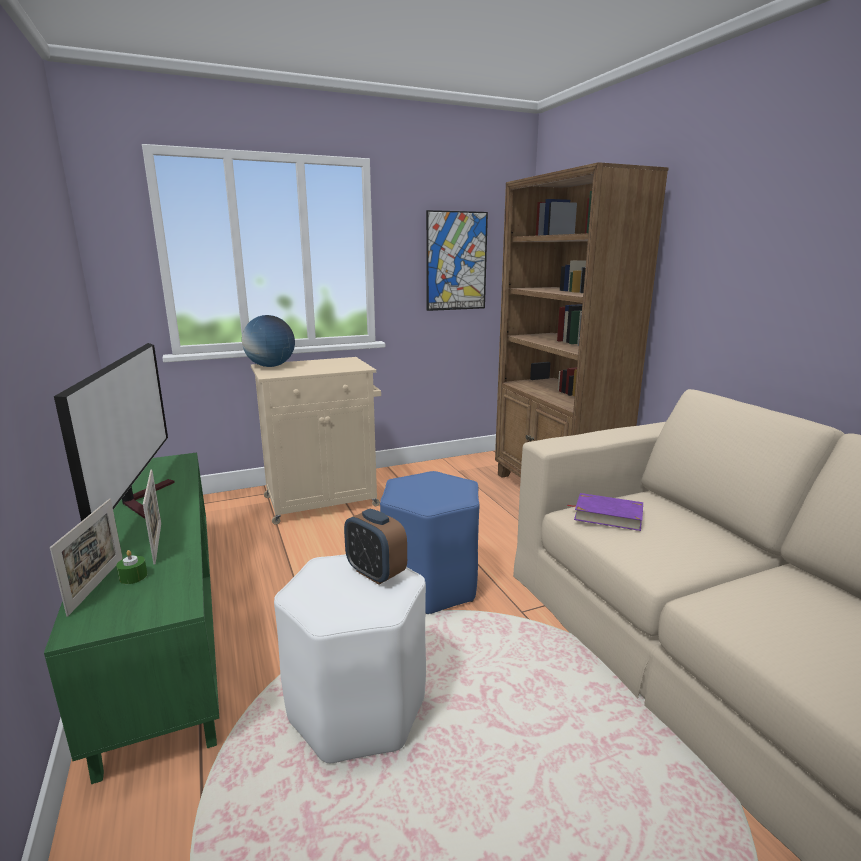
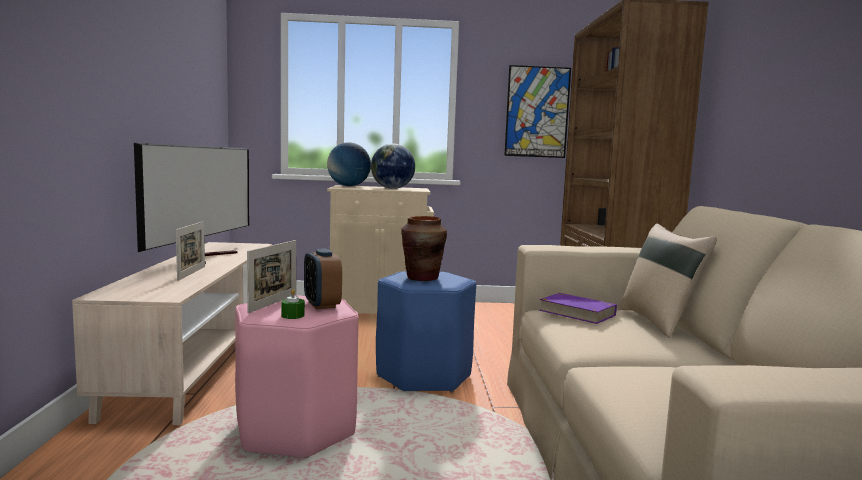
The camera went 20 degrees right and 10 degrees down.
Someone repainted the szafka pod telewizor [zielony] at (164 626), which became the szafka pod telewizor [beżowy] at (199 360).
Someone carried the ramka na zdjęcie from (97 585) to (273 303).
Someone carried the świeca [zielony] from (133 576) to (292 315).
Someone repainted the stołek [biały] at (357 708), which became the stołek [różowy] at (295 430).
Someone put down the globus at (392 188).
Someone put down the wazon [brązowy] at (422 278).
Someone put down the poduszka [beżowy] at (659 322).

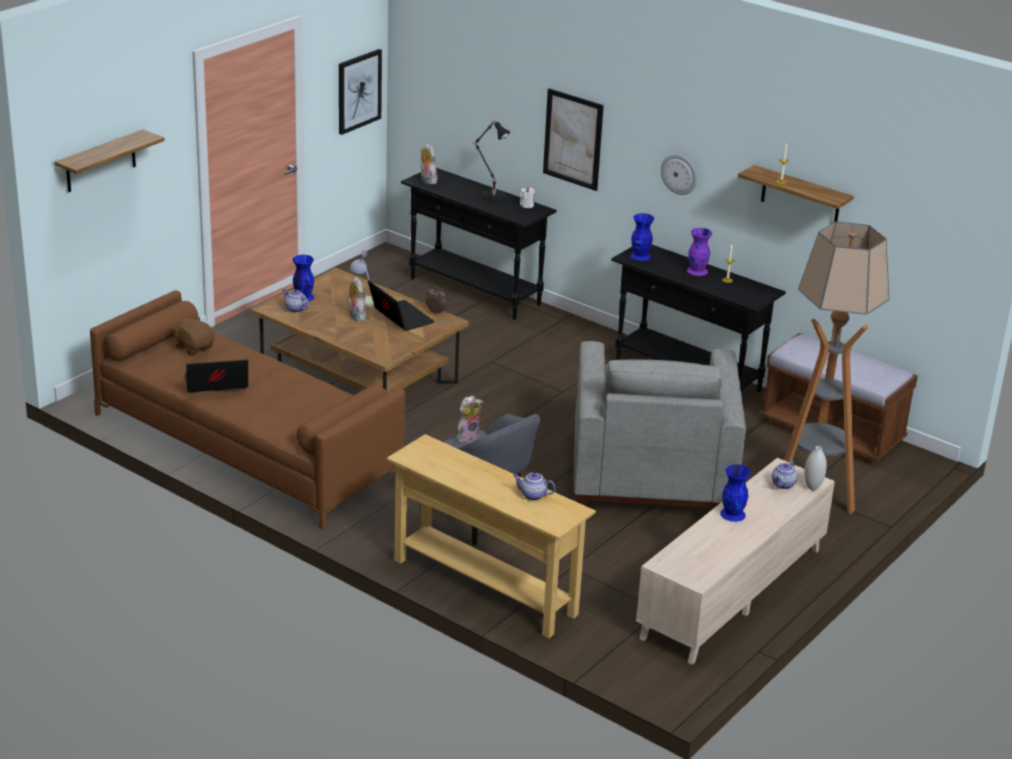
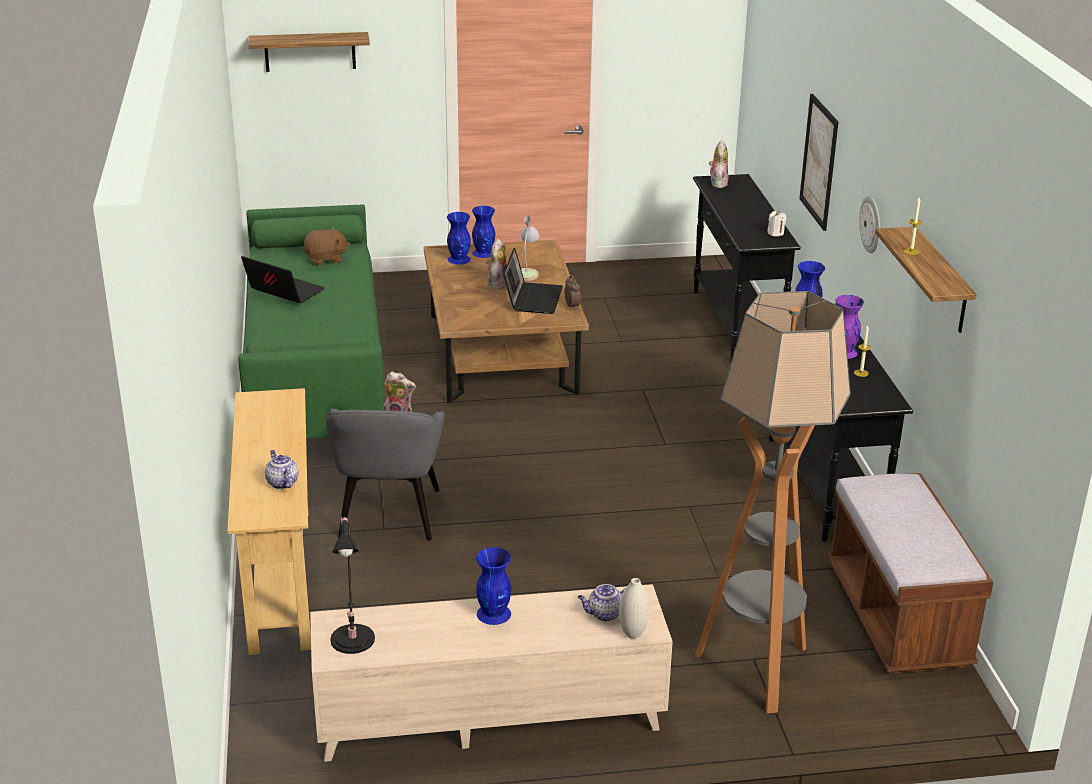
The camera went 45 degrees right and 0 degrees up.
Someone took away the obraz at (359 91).
Someone carried the lampa stołowa [czarny] from (492 195) to (353 637).
Someone swapped the imbryk at (295 309) for the wazon [niebieski] at (458 259).
Someone repainted the kanapa [brązowy] at (246 445), which became the kanapa [zielony] at (315 368).
Someone rotated the pluszak [brązowy] at (194 348) by 75 degrees clockwise.
Someone took away the fotel [szary] at (650 474).

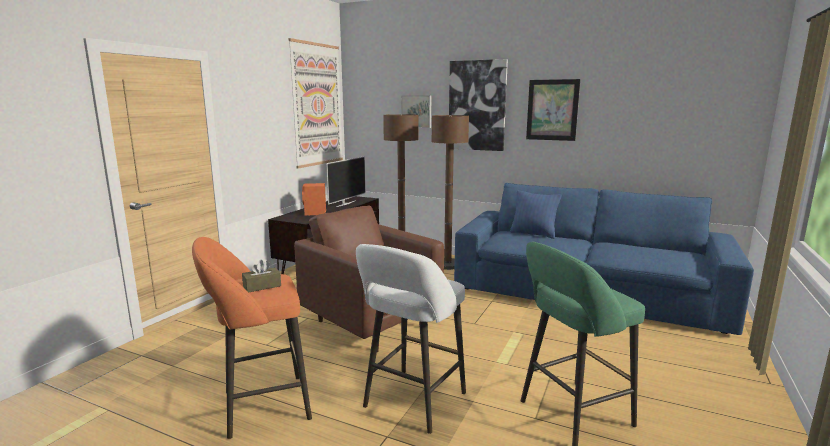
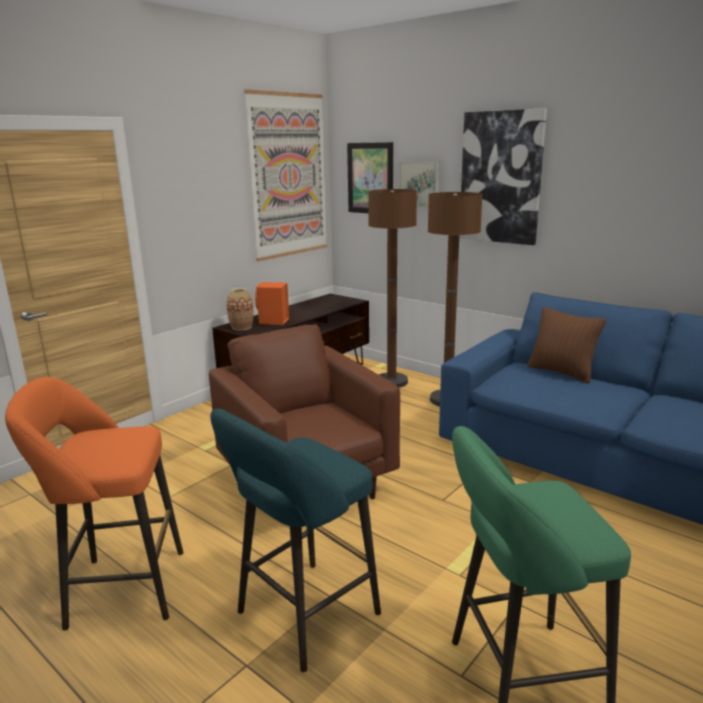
The camera went 15 degrees right and 5 degrees up.
Someone carried the obraz from (552 110) to (370 178).
Someone took away the telewizor at (345 203).
Someone repainted the poduszka [niebieski] at (533 234), which became the poduszka [brązowy] at (561 372).
Someone repainted the stołek [biały] at (412 403), which became the stołek [turkusowy] at (302 617).
Someone took away the pudełko chusteczek [brązowy] at (262 286).
Someone put down the wazon at (241 327).

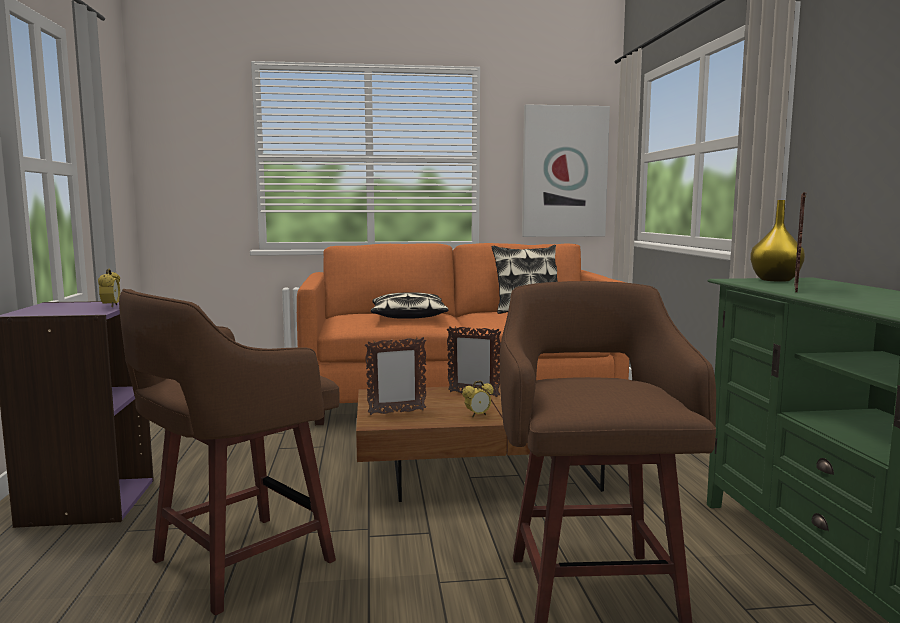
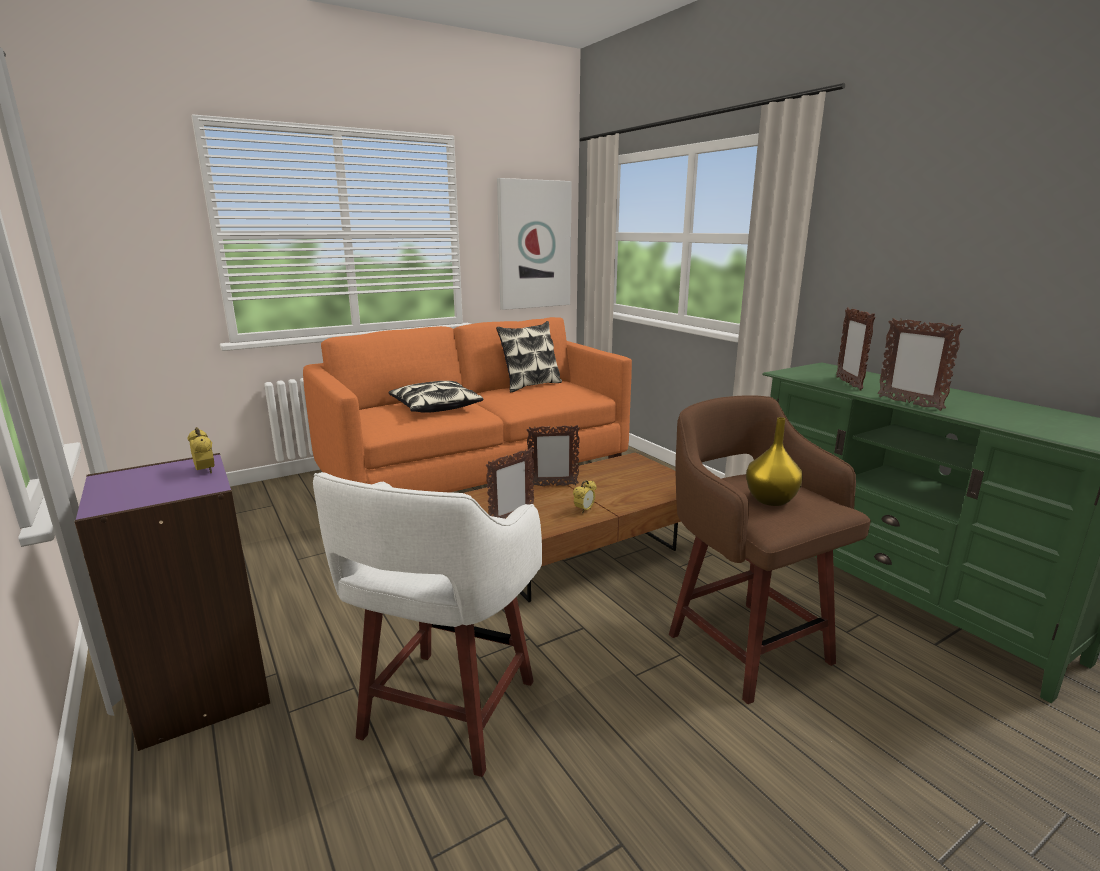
The camera went 25 degrees left and 10 degrees up.
Someone carried the wazon [żółty] from (774 280) to (769 499).
Someone repainted the stołek [brązowy] at (237 563), which became the stołek [biały] at (446 713).
Someone put down the ramka na zdjęcie at (909 403).

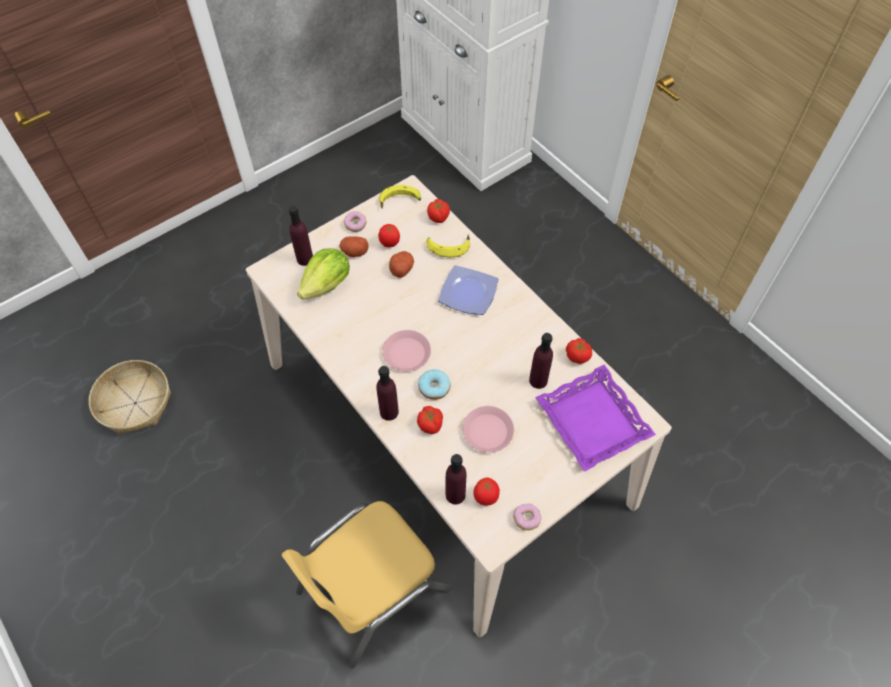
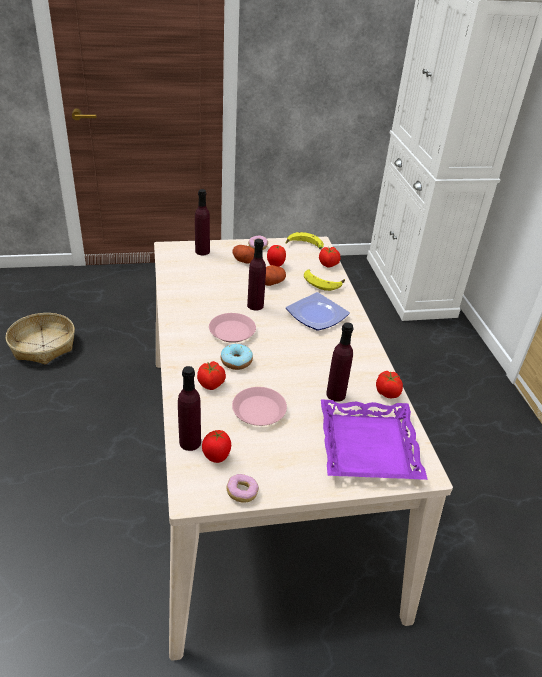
The camera went 25 degrees right and 20 degrees down.
Someone took away the sałata at (327 285).
Someone carried the butelka [fioletowy] from (389 412) to (255 305).
Someone took away the krzesło [żółty] at (372 588).

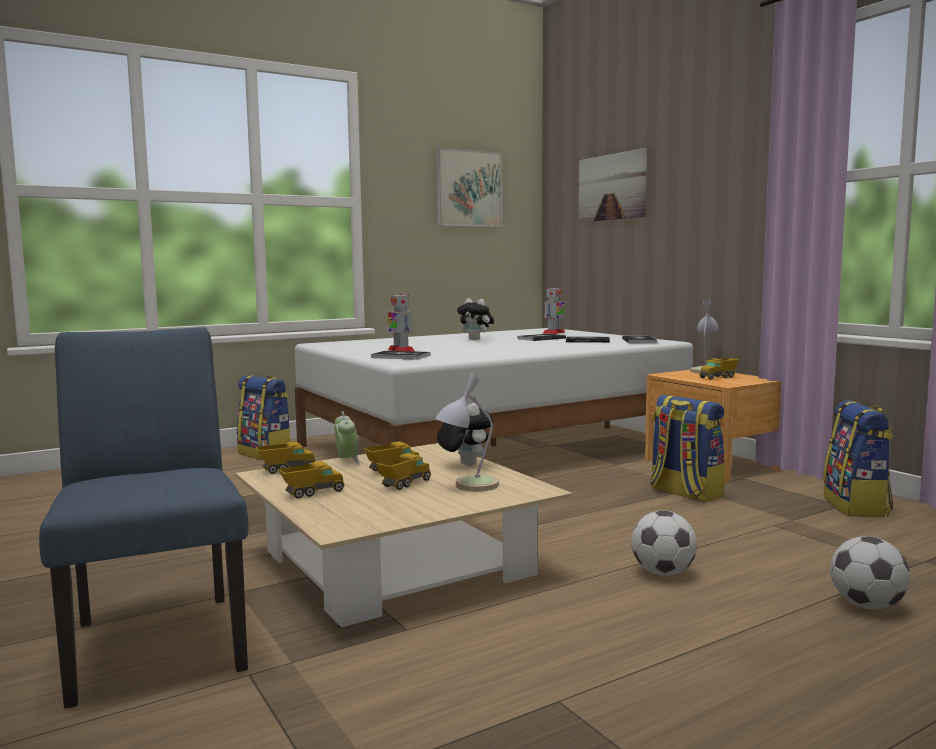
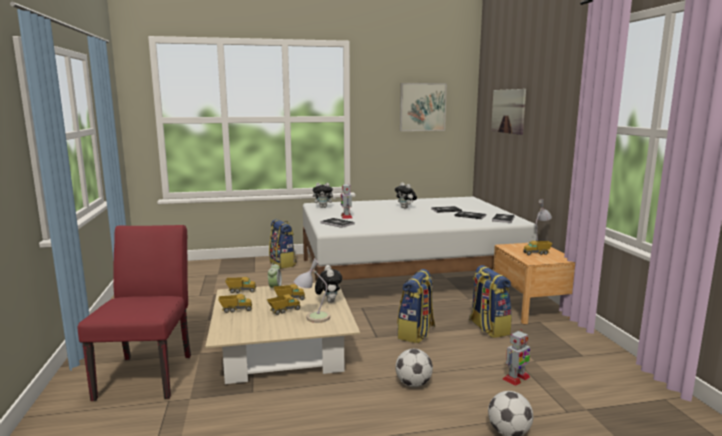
The camera went 20 degrees right and 5 degrees up.
Someone carried the robot zabawkowy from (553 333) to (516 378).
Someone repainted the krzesło [niebieski] at (157 637), which became the krzesło [czerwony] at (149 372).
Someone carried the plecak from (857 507) to (416 333).
Someone put down the pluszak at (323 207).

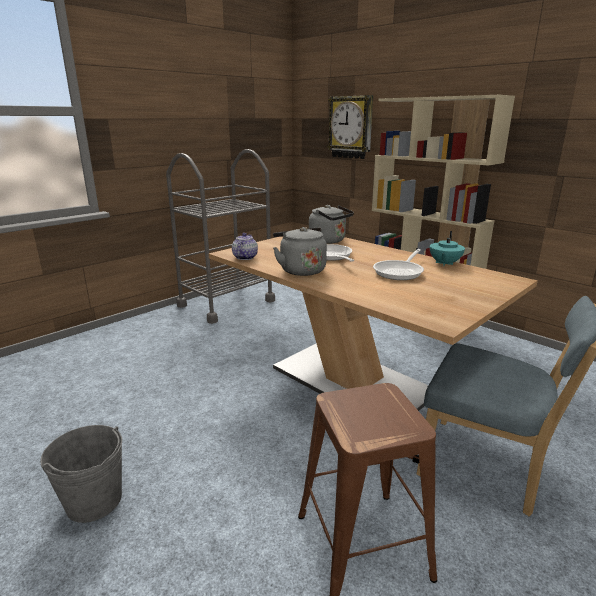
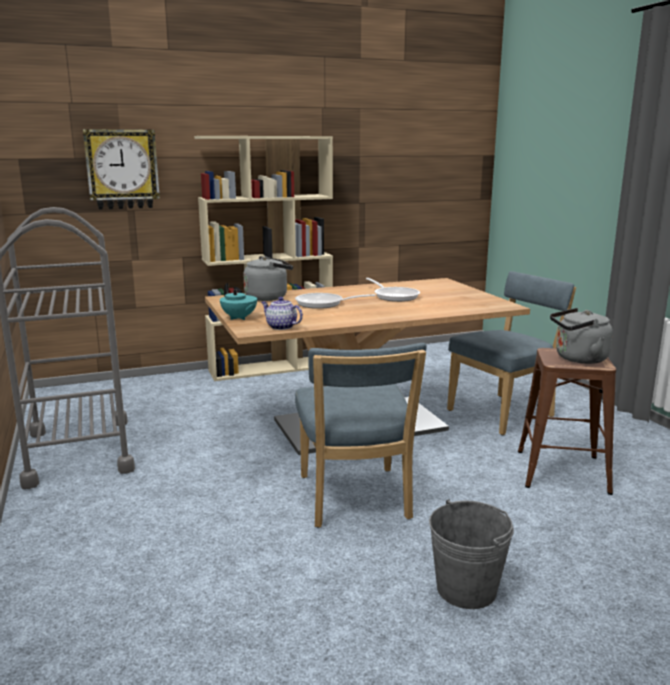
The camera went 65 degrees left and 5 degrees down.
Someone carried the czajnik [szary] from (300 270) to (578 359).
Someone carried the imbryk [turkusowy] from (444 263) to (239 318).
Someone put down the krzesło [niebieski] at (355 500).

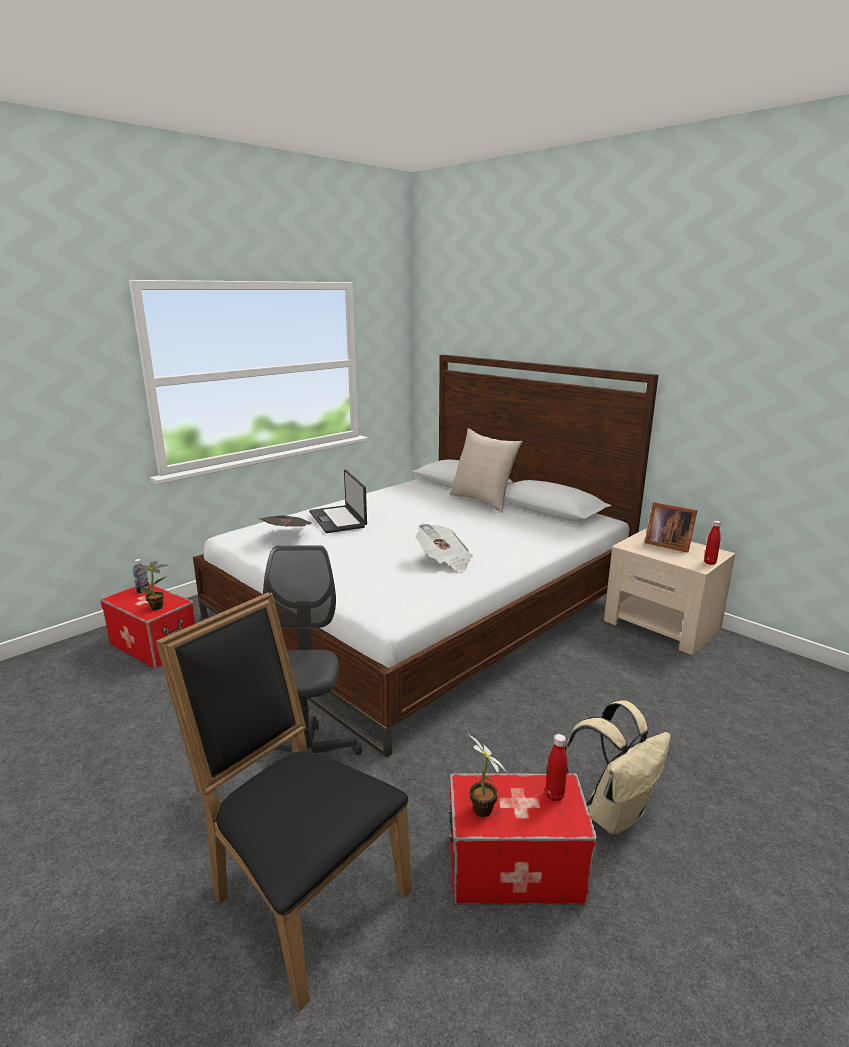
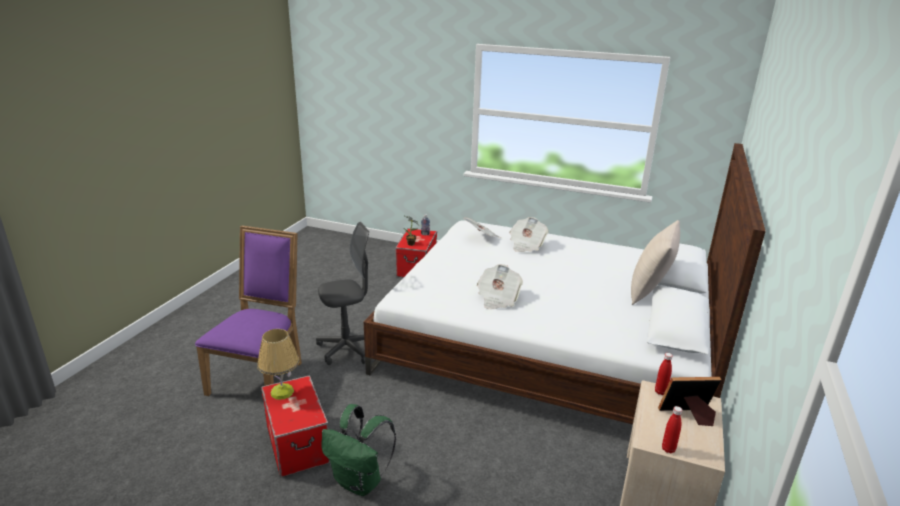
The camera went 65 degrees right and 5 degrees up.
Someone swapped the laptop at (338 519) for the gazeta at (526 245).
Someone rotated the ramka na zdjęcie at (666 544) by 75 degrees clockwise.
Someone repainted the krzesło [czarny] at (301 893), which became the krzesło [fioletowy] at (261 376).
Someone repainted the plecak [beżowy] at (613 813), which became the plecak [zielony] at (360 482).
Someone swapped the roślina doniczkowa at (483 812) for the lampa stołowa at (282 392).
Someone carried the butelka [czerwony] from (554 795) to (660 392).

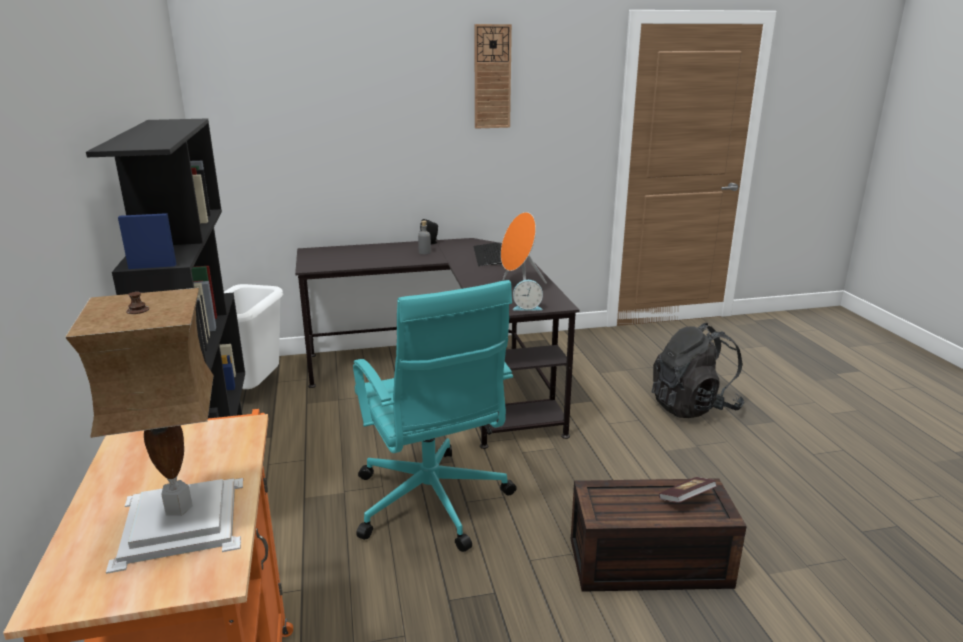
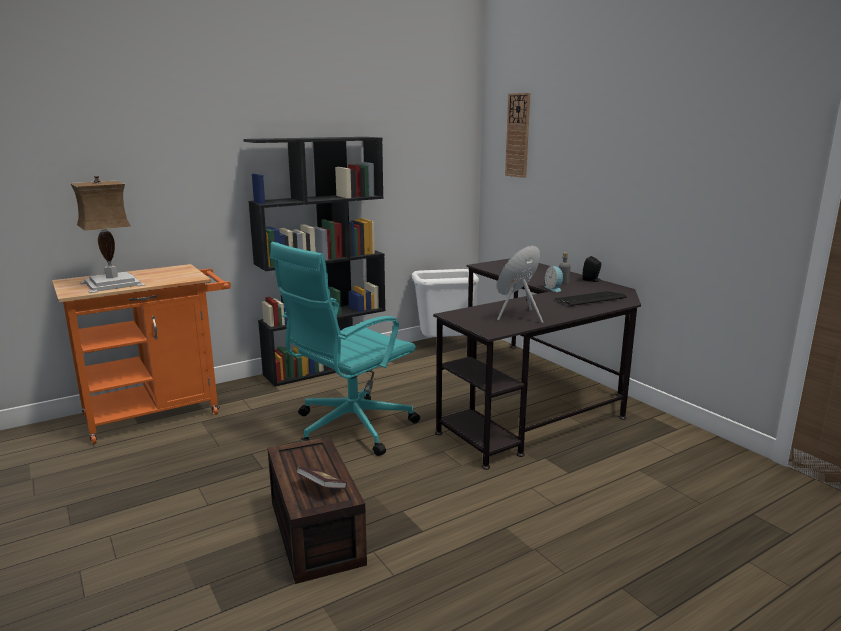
The camera went 70 degrees right and 5 degrees down.
Someone carried the zegar ścienny from (492 77) to (518 135).
Someone carried the budzik from (527 307) to (554 288).
Someone took away the plecak [czarny] at (693 407).

